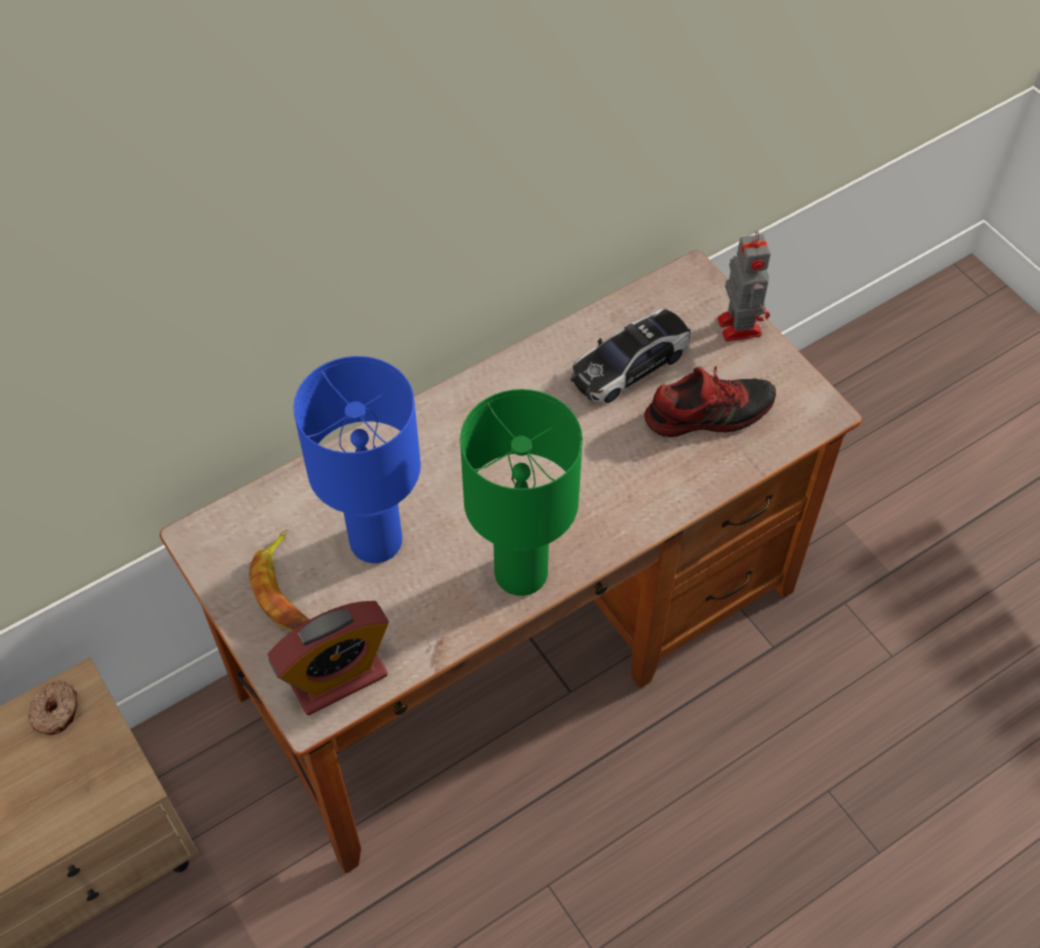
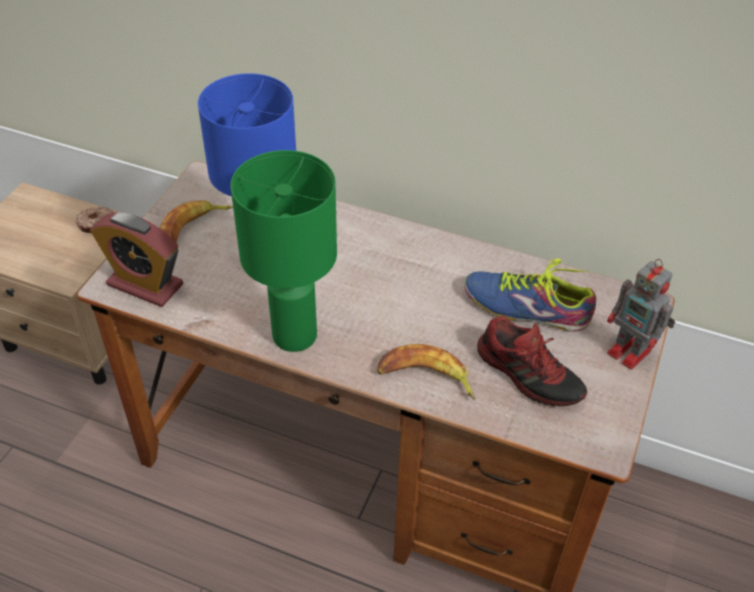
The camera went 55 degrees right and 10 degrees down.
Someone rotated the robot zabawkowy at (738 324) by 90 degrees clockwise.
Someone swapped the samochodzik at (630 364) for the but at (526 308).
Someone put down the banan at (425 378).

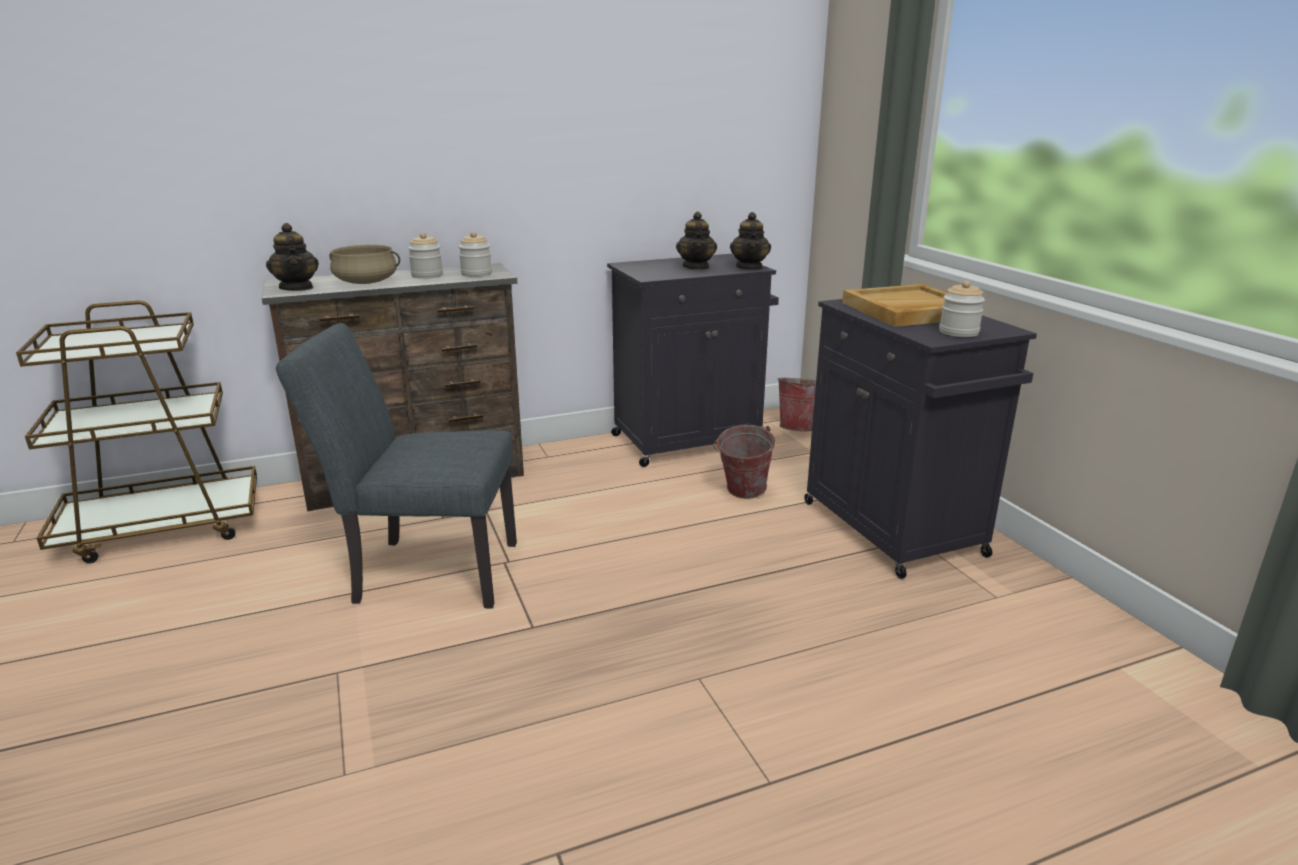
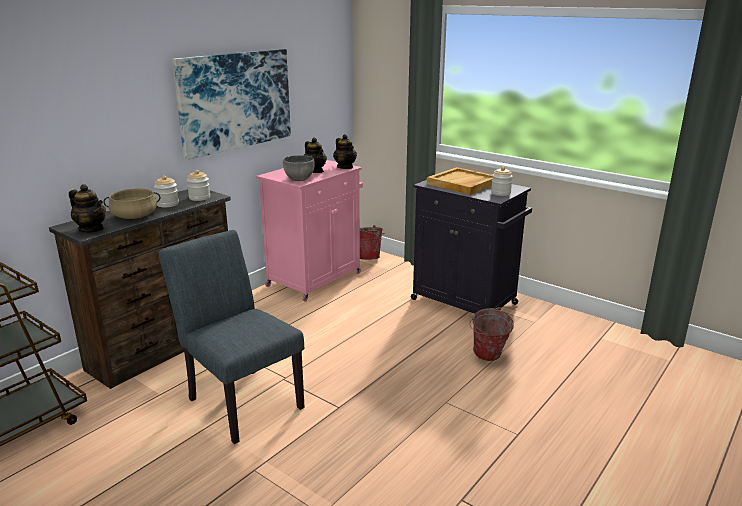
The camera went 30 degrees left and 0 degrees up.
Someone repainted the szafka [czarny] at (689 440), which became the szafka [różowy] at (315 279).
Someone rotated the krzesło [szary] at (424 572) by 75 degrees clockwise.
Someone carried the wiadro from (741 494) to (488 357).
Someone put up the obraz at (235 101).
Someone put down the miska [szary] at (299 179).

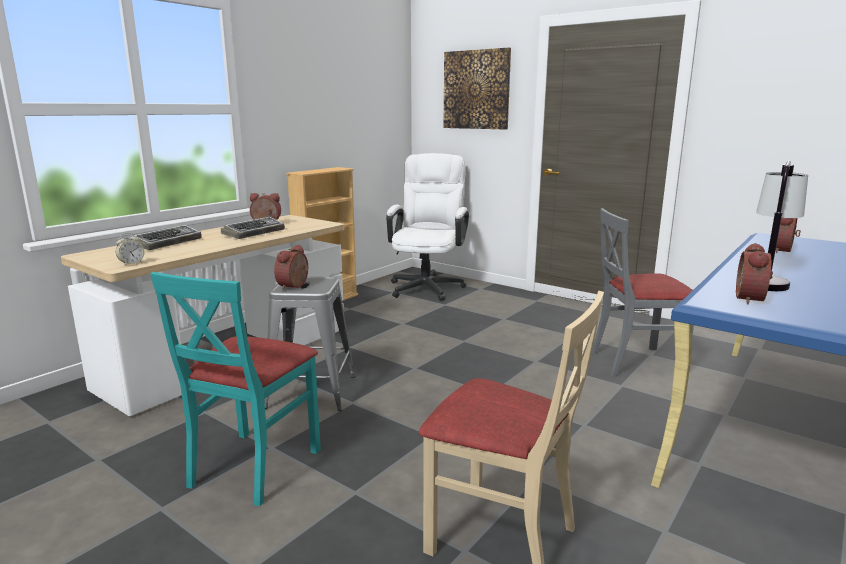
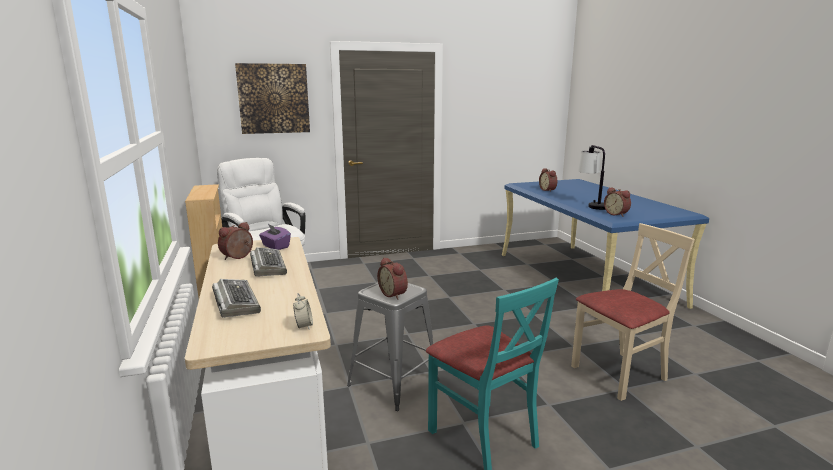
The camera went 55 degrees left and 0 degrees up.
Someone took away the krzesło [szary] at (635 362).
Someone put down the pudełko chusteczek [fioletowy] at (275 246).

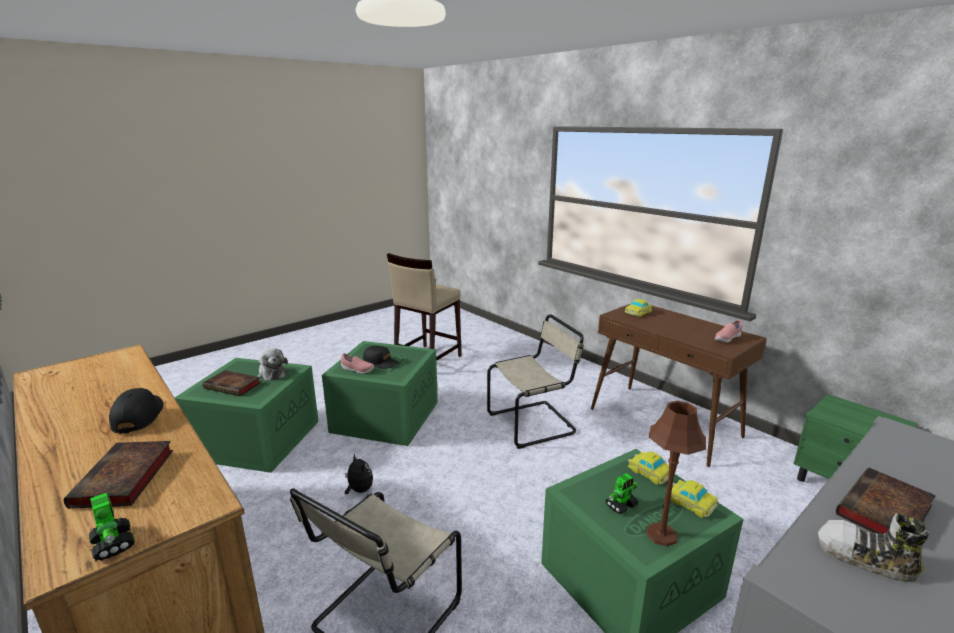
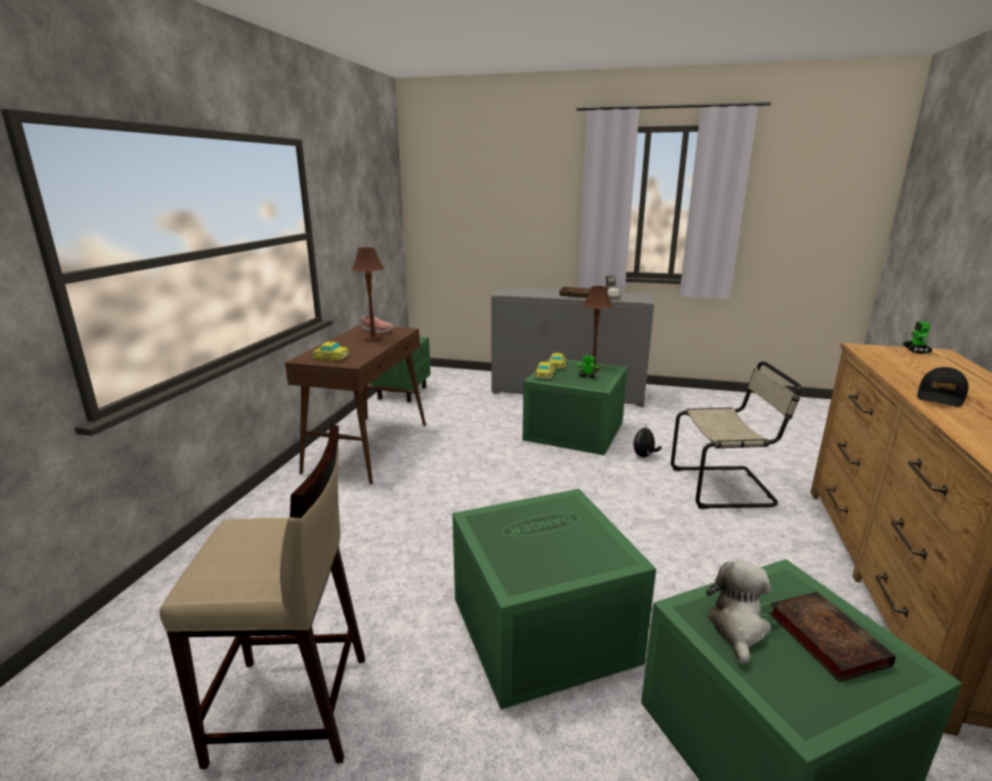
The camera went 125 degrees left and 0 degrees up.
Someone took away the krzesło [beżowy] at (534 423).
Someone took away the czapka z daszkiem [czarny] at (381 362).
Someone took away the but [różowy] at (357 370).
Someone took away the książka at (124 479).
Someone carried the pluszak from (359 490) to (644 456).
Someone put down the lampa stołowa [brązowy] at (373 339).

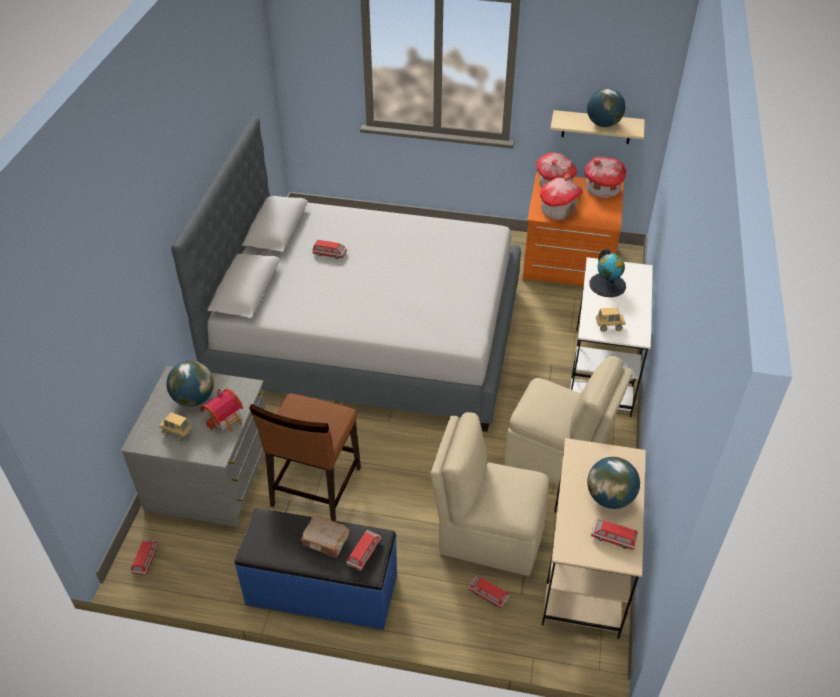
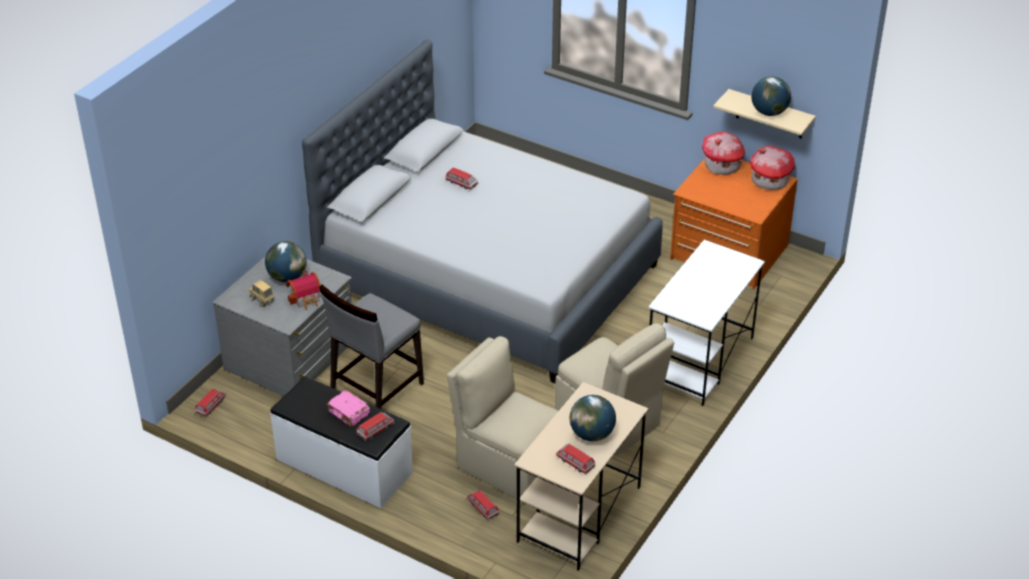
The camera went 20 degrees right and 5 degrees down.
Someone took away the domek at (558 210).
Someone took away the globus at (607 285).
Someone took away the ciężarówka zabawkowa at (609 326).
Someone repainted the krzesło [brązowy] at (315 487), which became the krzesło [szary] at (376 388).
Someone repainted the ławka [niebieski] at (322 590), which became the ławka [biały] at (343 466).
Someone repainted the książka [brązowy] at (326 541), which became the książka [różowy] at (349 414).

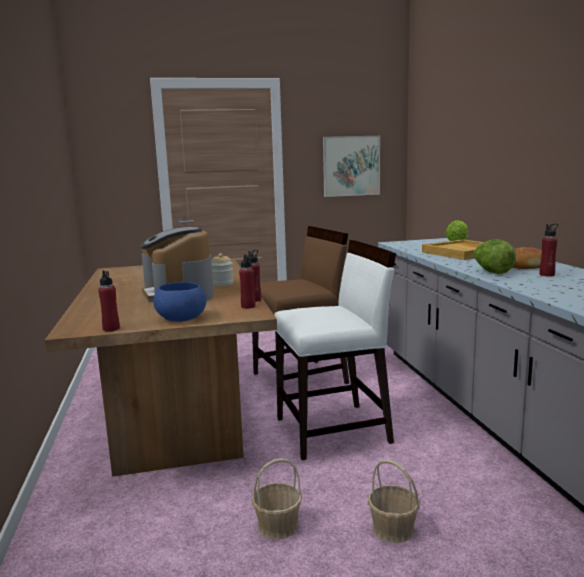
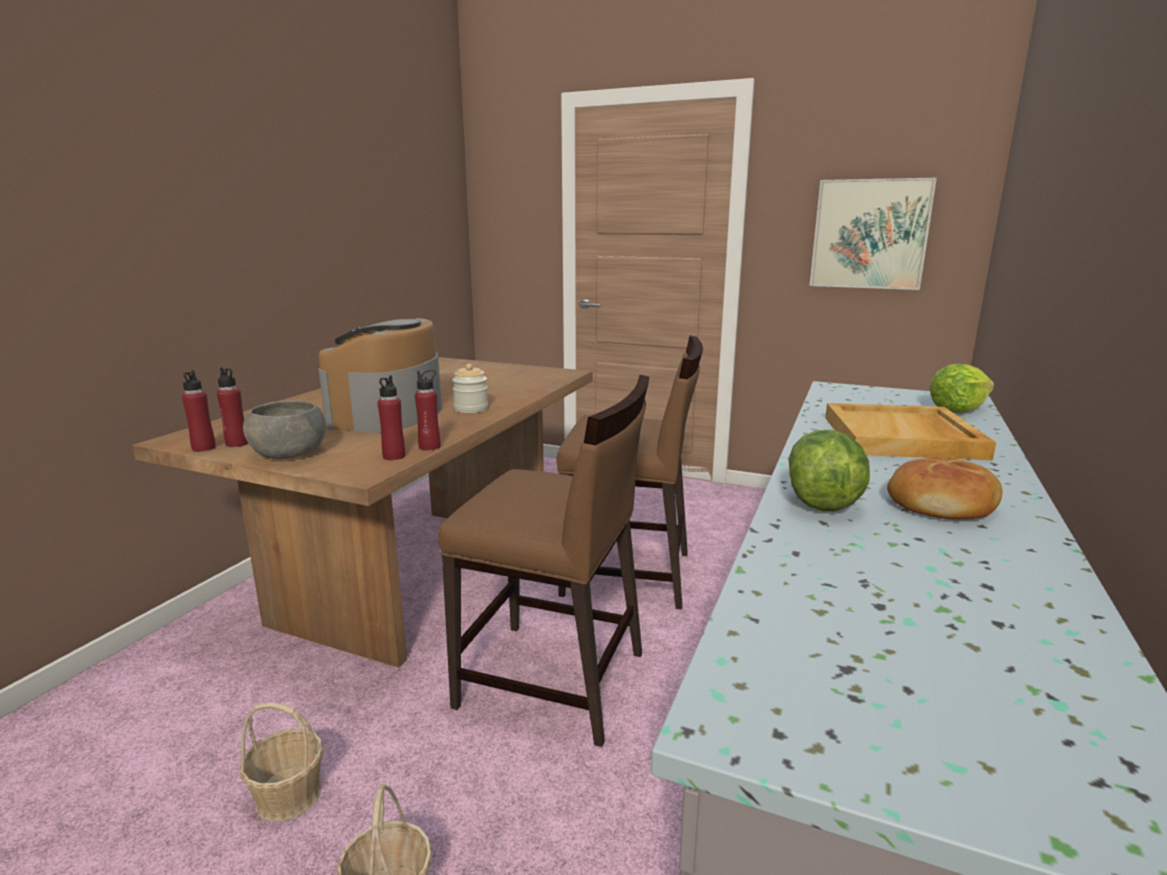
The camera went 35 degrees right and 5 degrees up.
Someone carried the butelka [czerwony] from (547 275) to (237 444).
Someone repainted the krzesło [biały] at (334 430), which became the krzesło [brązowy] at (553 680).
Someone repainted the miska [niebieski] at (181 318), which became the miska [szary] at (289 454).

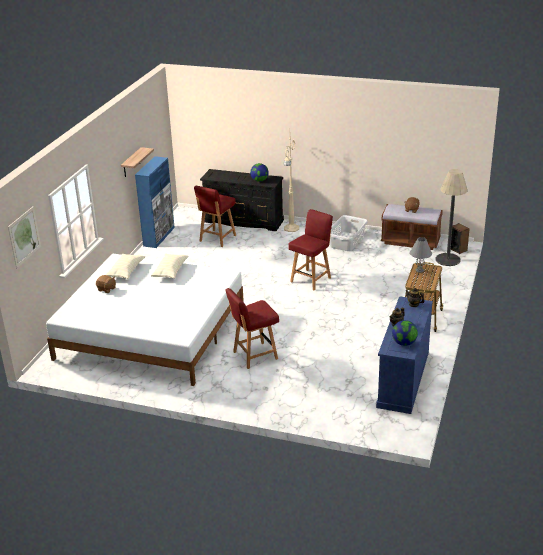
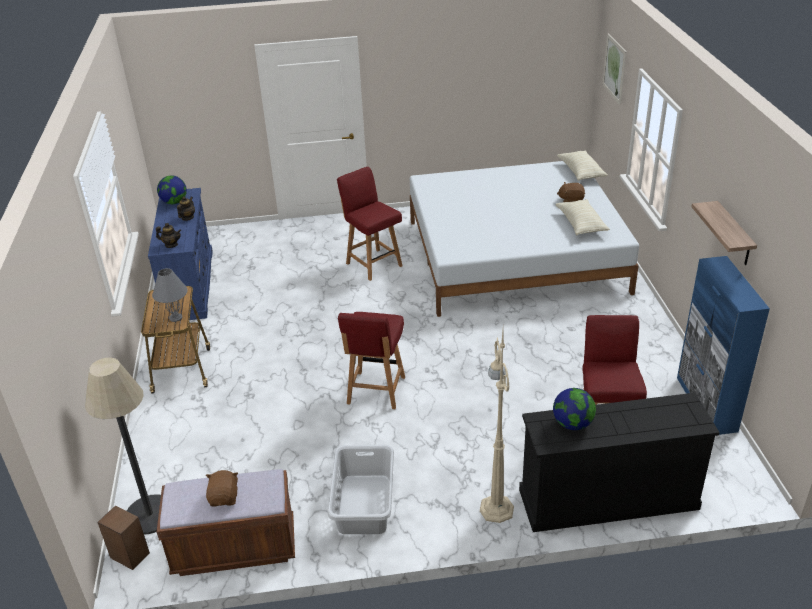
The camera went 155 degrees right and 5 degrees up.
Someone carried the poduszka [beżowy] from (170 271) to (581 172).
Someone rotated the krzesło [czerwony] at (254 355) by 75 degrees counterclockwise.

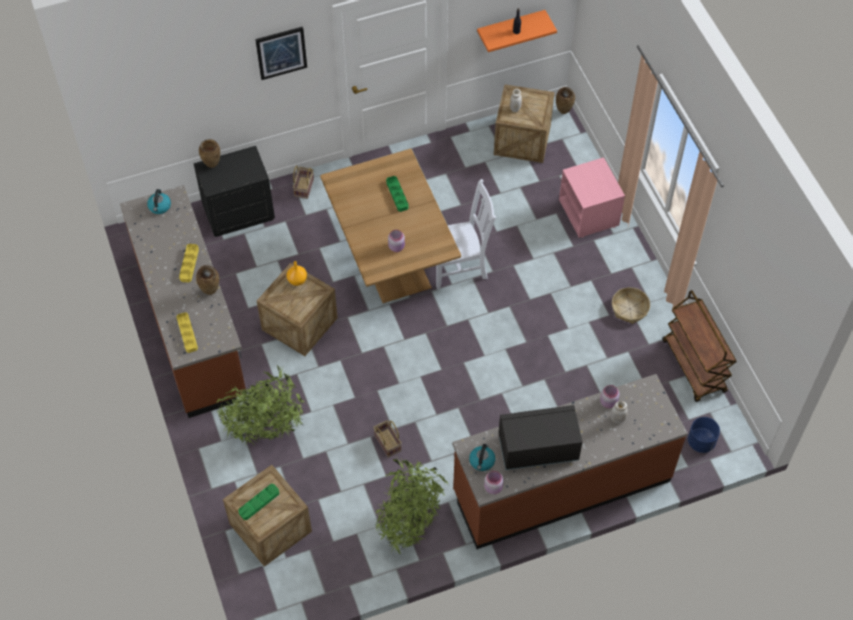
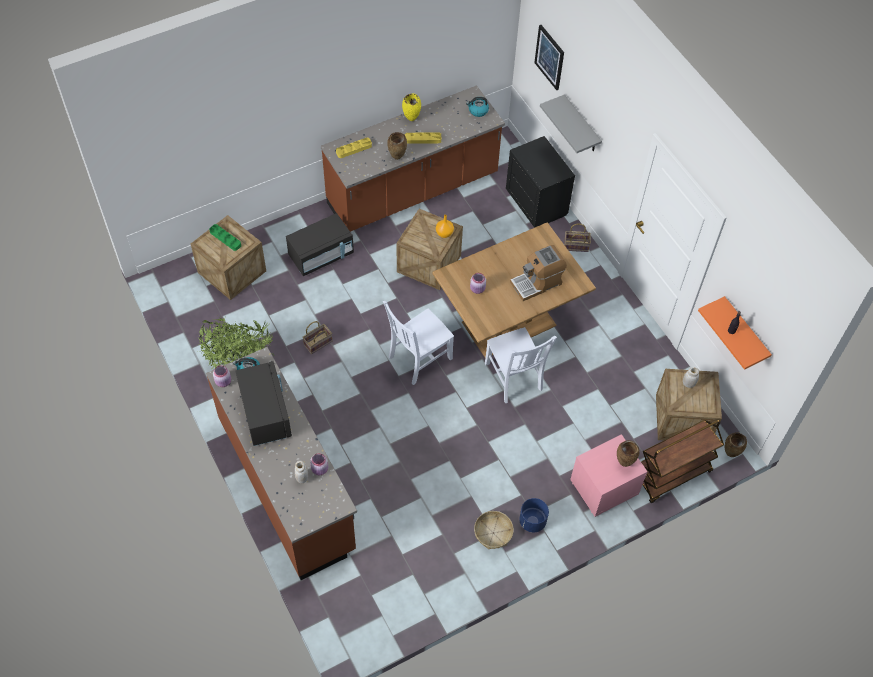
The camera went 80 degrees right and 0 degrees up.
Someone carried the obraz from (281 52) to (550 57).
Someone carried the wazon [brązowy] from (212 165) to (624 462).
Someone swapped the taca [zielony] at (397 195) for the ekspres do kawy at (537 283).
Someone carried the wózek [brązowy] from (694 367) to (672 476).
Someone swapped the roślina doniczkowa at (266 430) for the mikrofalówka [czarny] at (321 255).
Someone carried the donica [niebieski] from (701 442) to (532 521).
Someone put down the wazon [żółty] at (411 119).
Someone put up the półka [szary] at (581 125).
Someone put down the krzesło [biały] at (418 359).

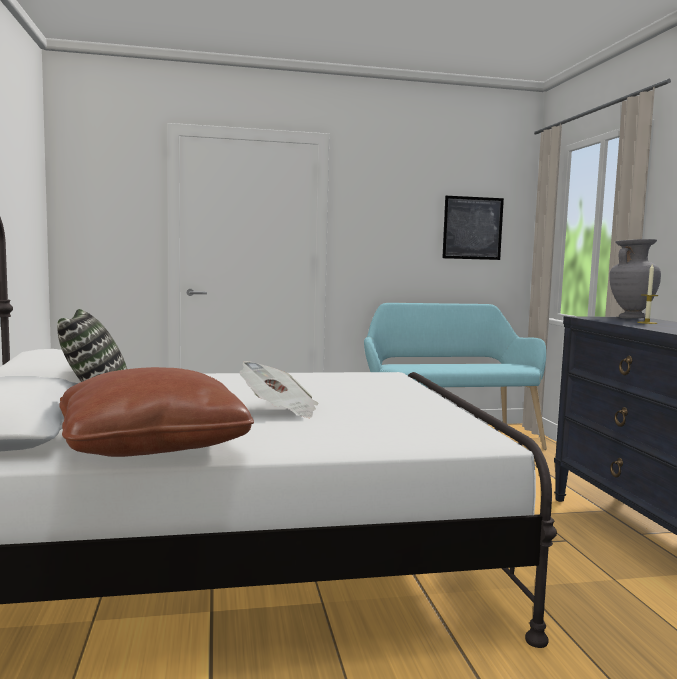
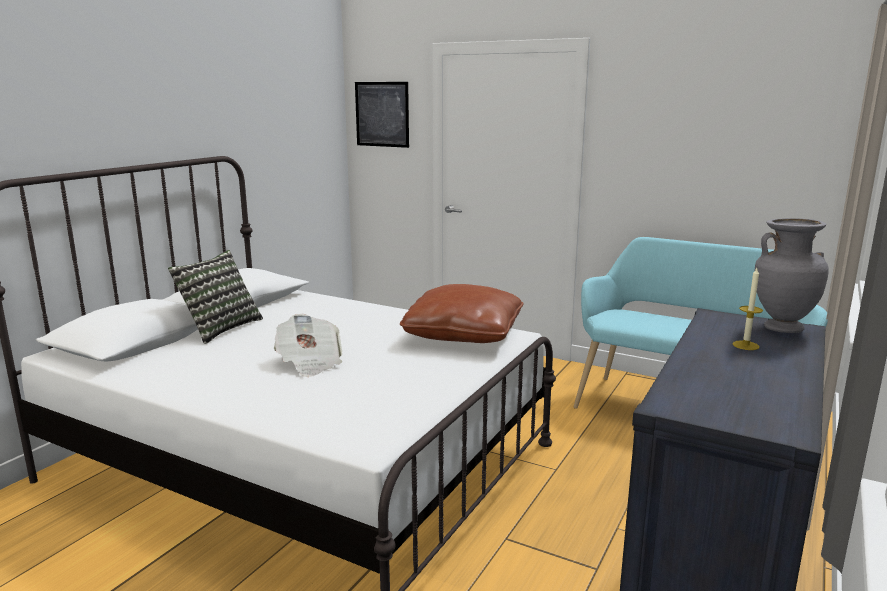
The camera went 40 degrees right and 10 degrees up.
Someone carried the obraz from (472 228) to (382 114).
Someone carried the poduszka [brązowy] from (152 445) to (463 334).

